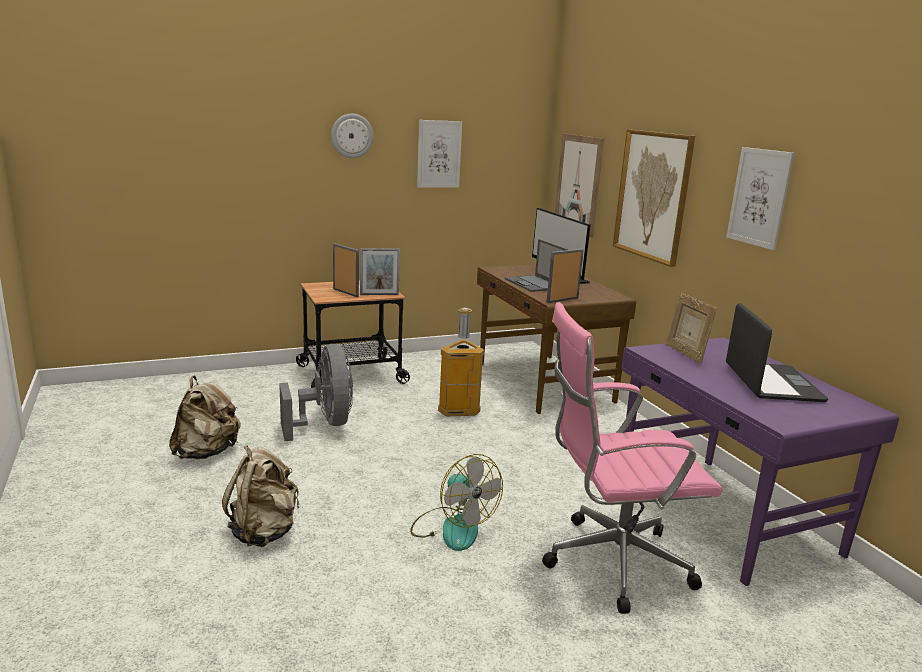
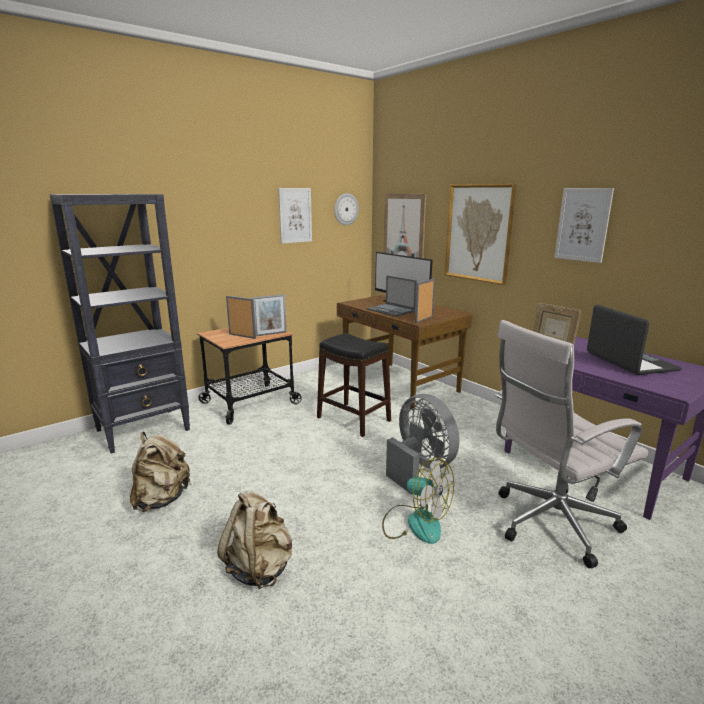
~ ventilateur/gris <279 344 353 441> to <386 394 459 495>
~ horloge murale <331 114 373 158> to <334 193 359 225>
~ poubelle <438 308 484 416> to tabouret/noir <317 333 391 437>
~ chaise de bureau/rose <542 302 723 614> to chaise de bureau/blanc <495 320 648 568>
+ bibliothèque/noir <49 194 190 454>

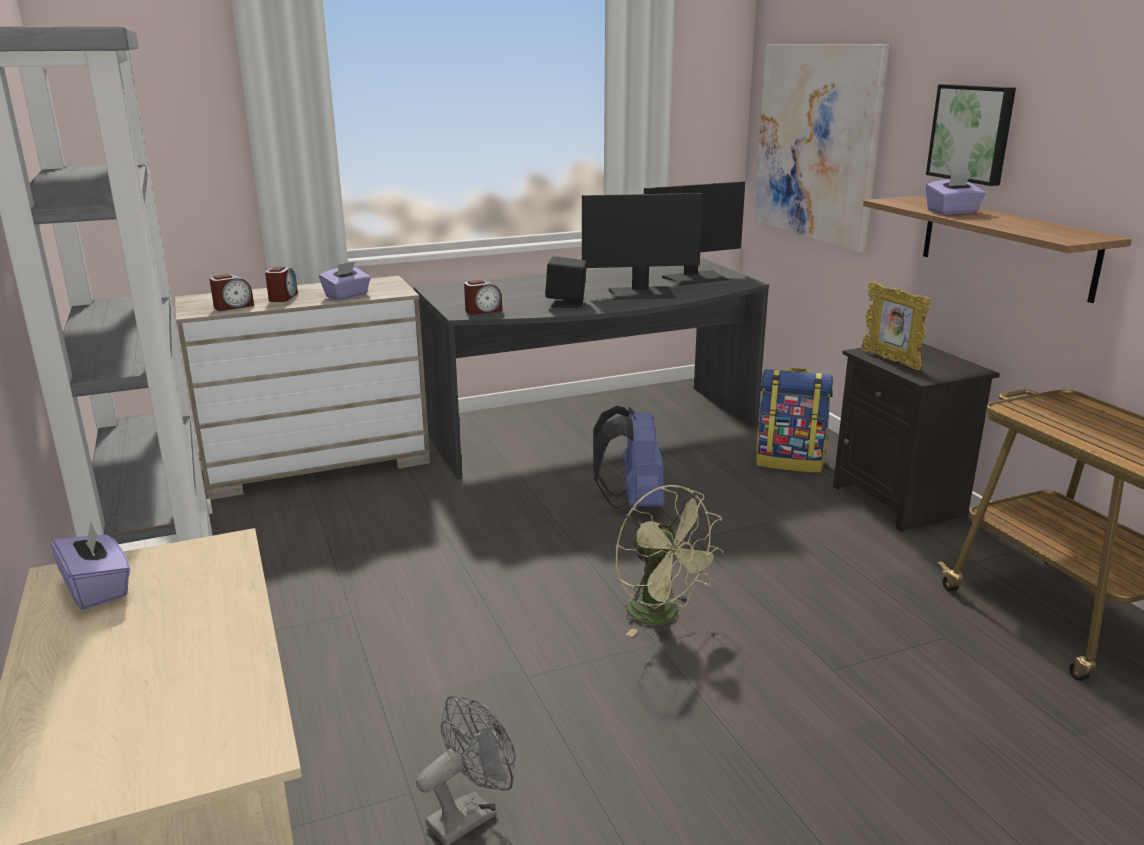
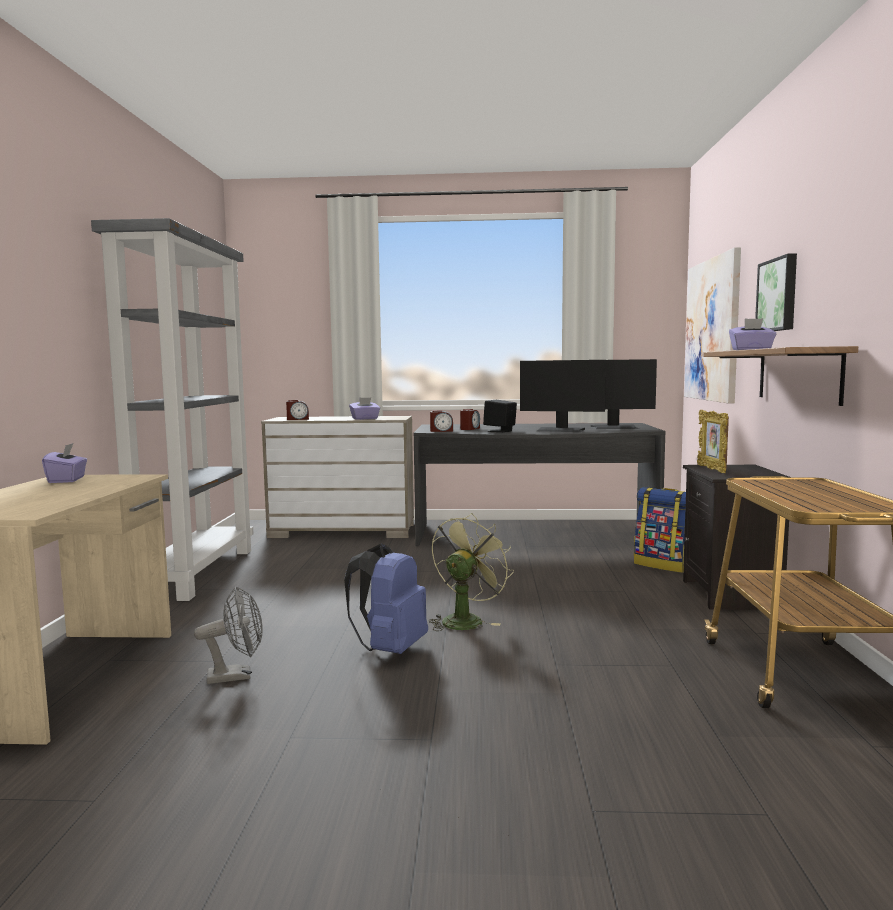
~ réveil <265 267 298 302> to <460 409 480 430>
~ sac à dos/bleu <593 406 664 509> to <344 544 428 654>
~ ventilateur/vert <616 485 724 636> = <429 513 514 631> 135 degrees counterclockwise

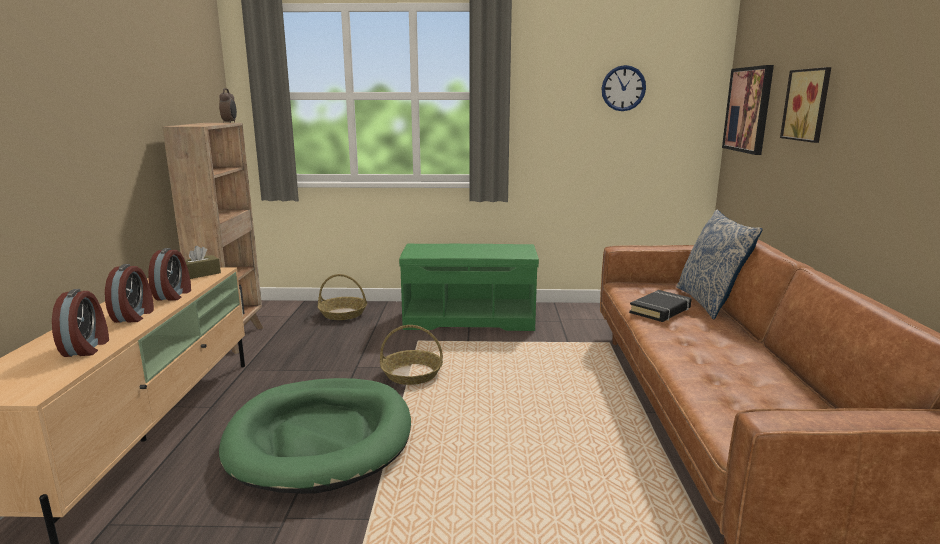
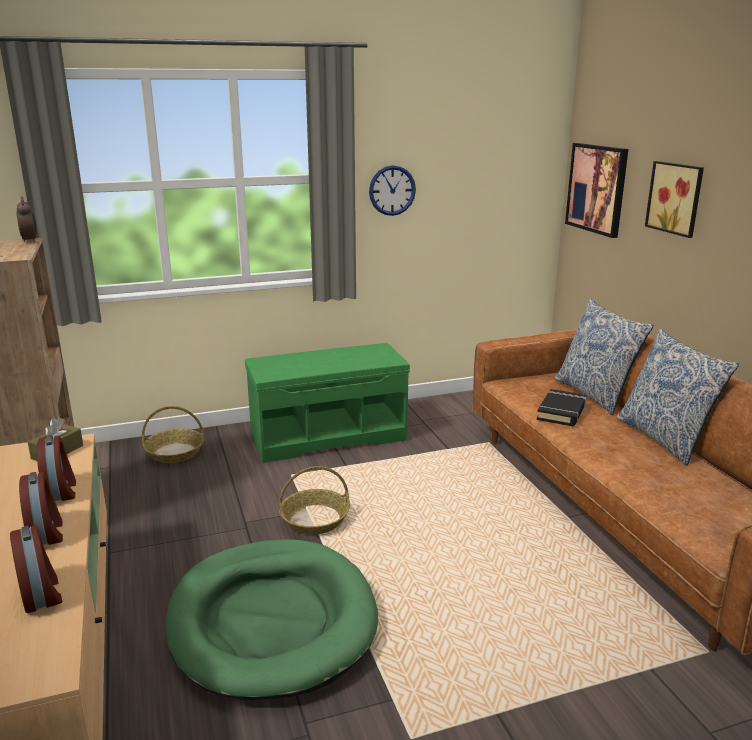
~ horloge murale <601 65 646 111> to <369 165 416 216>
+ coussin <617 329 739 466>

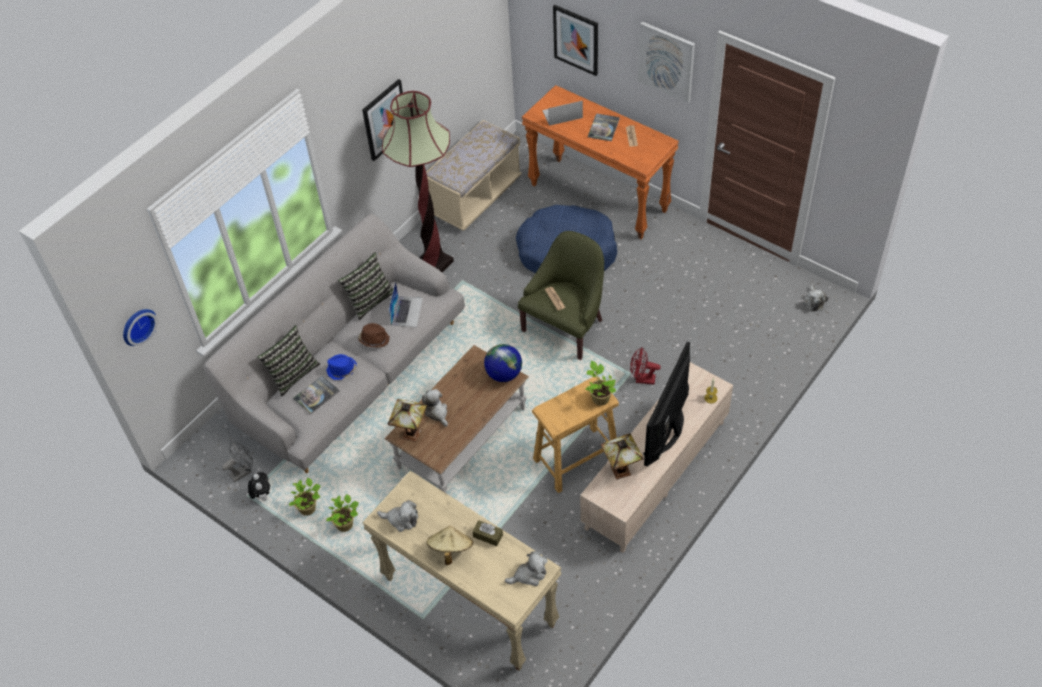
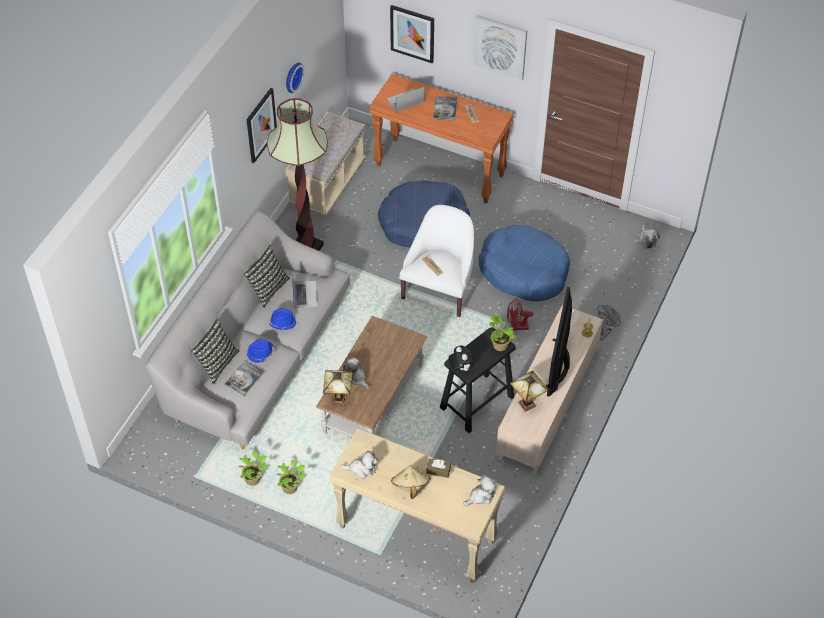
~ horloge murale <123 309 158 346> to <286 63 304 93>
~ ventilateur/gris <222 442 253 482> to <597 305 621 341>
~ peluche <248 472 270 501> to <448 345 473 371>
~ chapeau/marron <358 323 390 348> to chapeau/bleu <268 308 296 330>
- globe <484 344 522 382>
~ fauteuil/vert <518 231 604 360> to fauteuil/blanc <399 205 474 317>
~ tabouret/beige <532 376 619 493> to tabouret/noir <440 327 516 433>
+ panier pour chien/bleu <478 225 570 302>

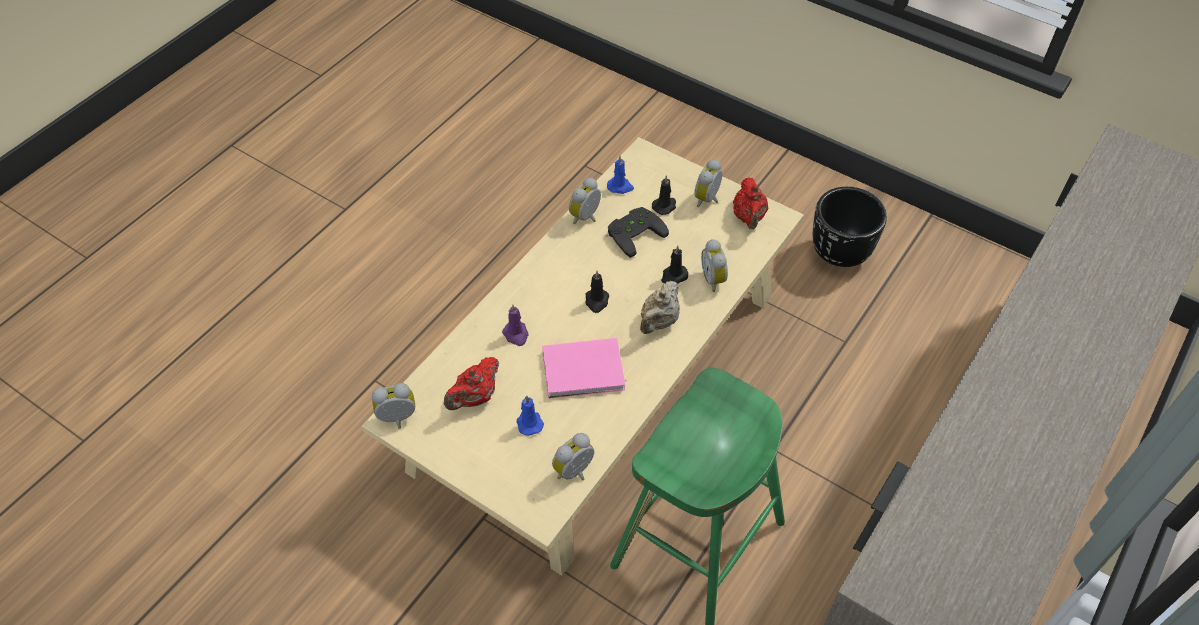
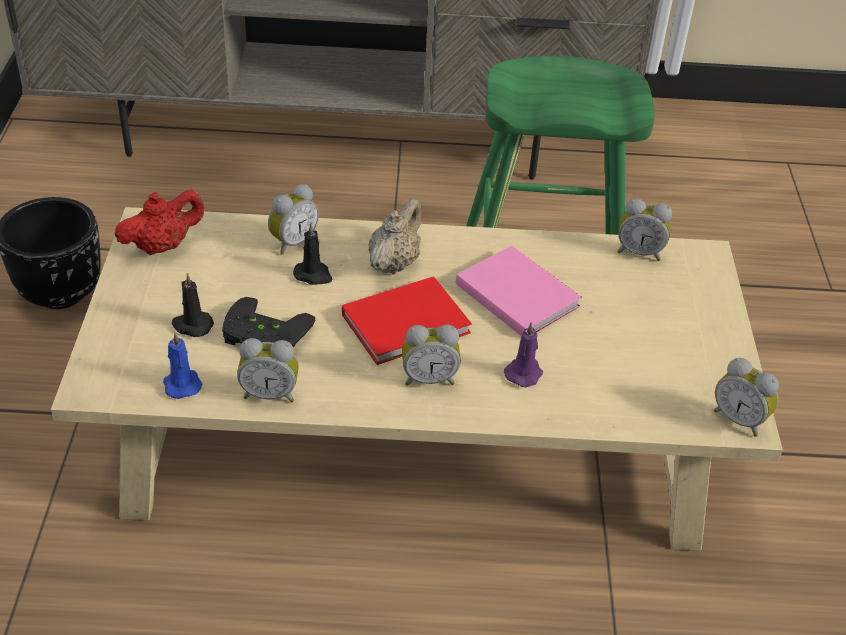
- théière/rouge <444 357 499 410>
- bougie/bleu <517 396 544 436>
~ bougie/noir <586 271 610 313> to livre/rouge <342 276 472 365>
~ théière/beige <640 281 680 334> = <369 198 422 275> 60 degrees counterclockwise
~ réveil <694 159 722 207> to <402 324 461 386>

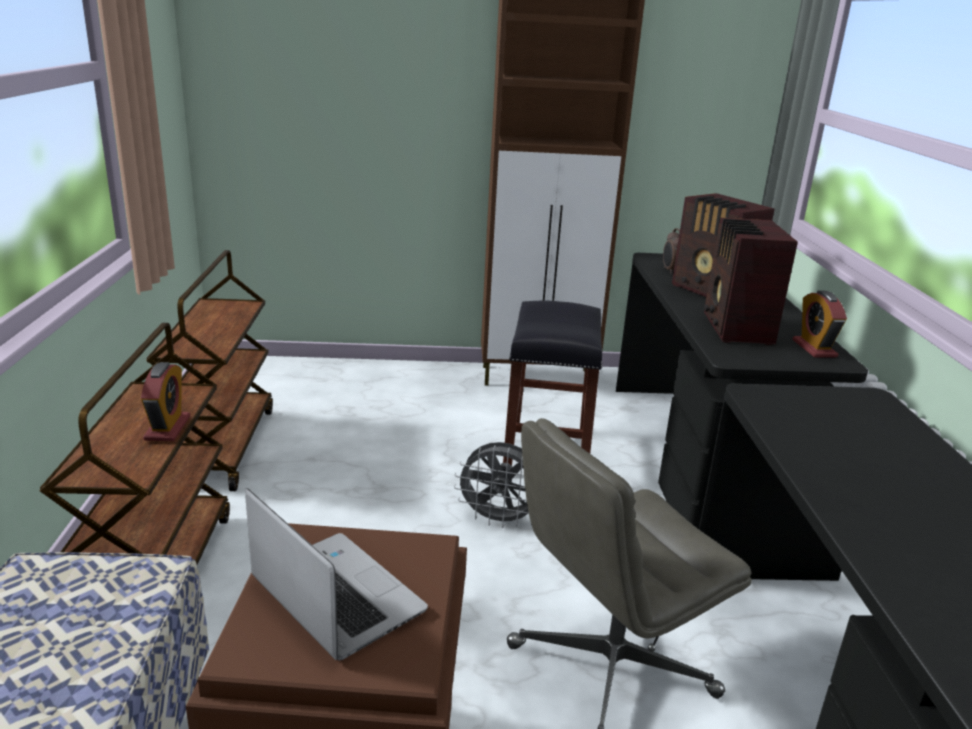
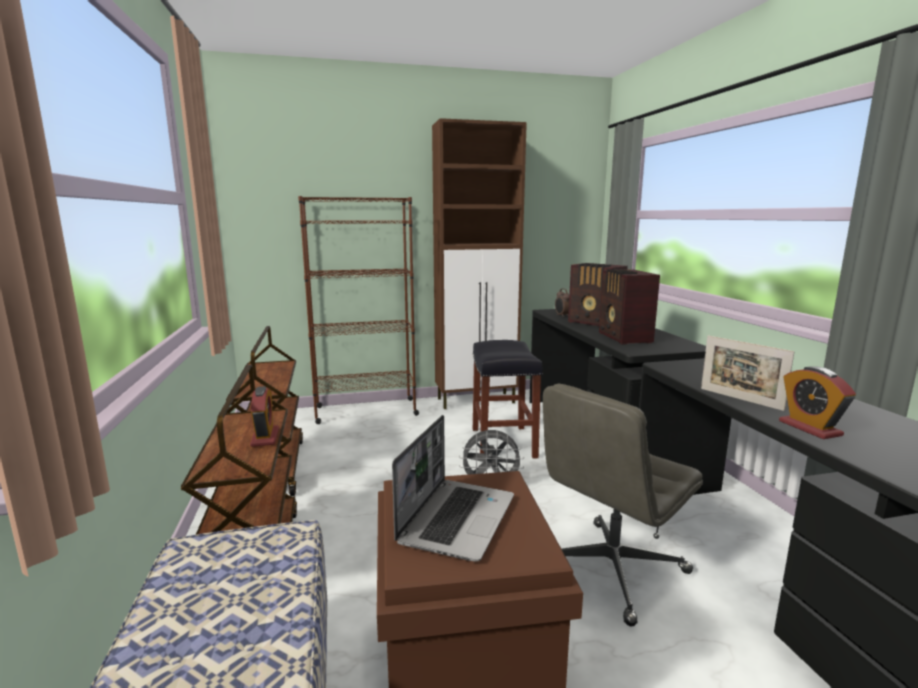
~ ordinateur portable <245 488 428 661> = <392 415 514 561> 75 degrees clockwise
~ réveil <793 291 847 358> to <779 366 856 439>
+ bibliothèque/marron <298 196 419 424>
+ cadre photo <701 335 794 411>

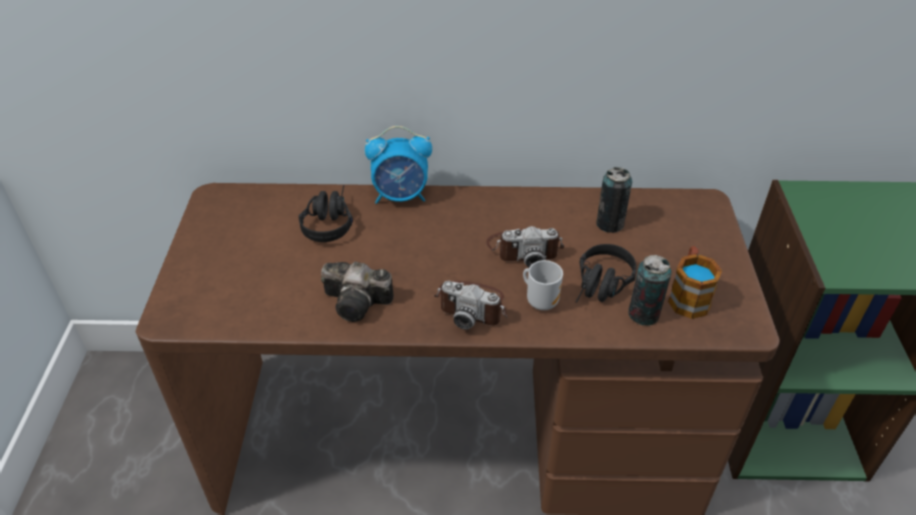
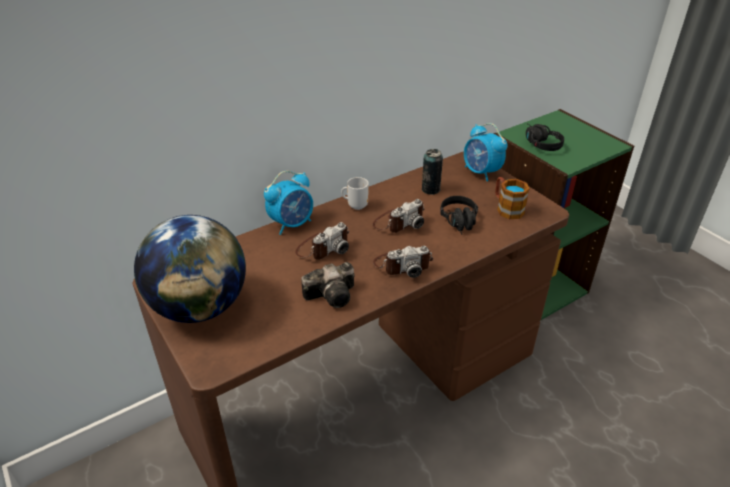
~ casque audio/noir <298 185 353 242> to <526 124 564 151>
~ mug <523 260 563 310> to <341 177 369 210>
- boîte métallique <628 255 672 326>
+ globe <134 215 246 323>
+ appareil photo <295 222 349 260>
+ réveil <464 123 507 182>

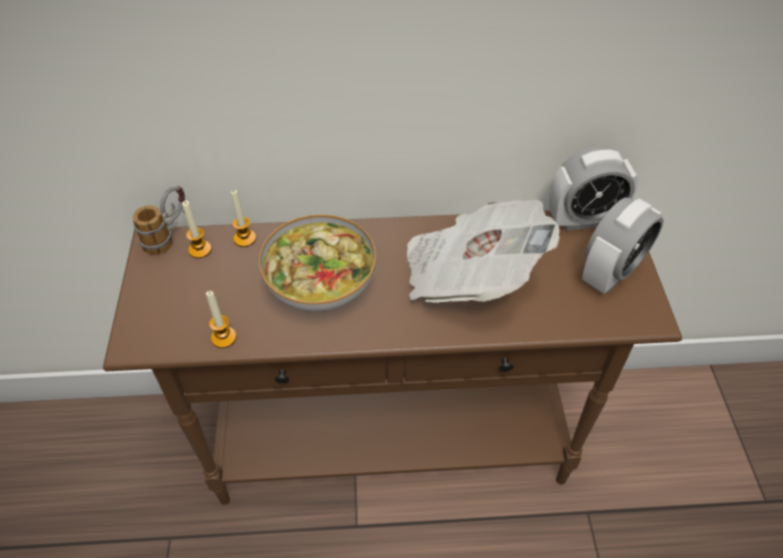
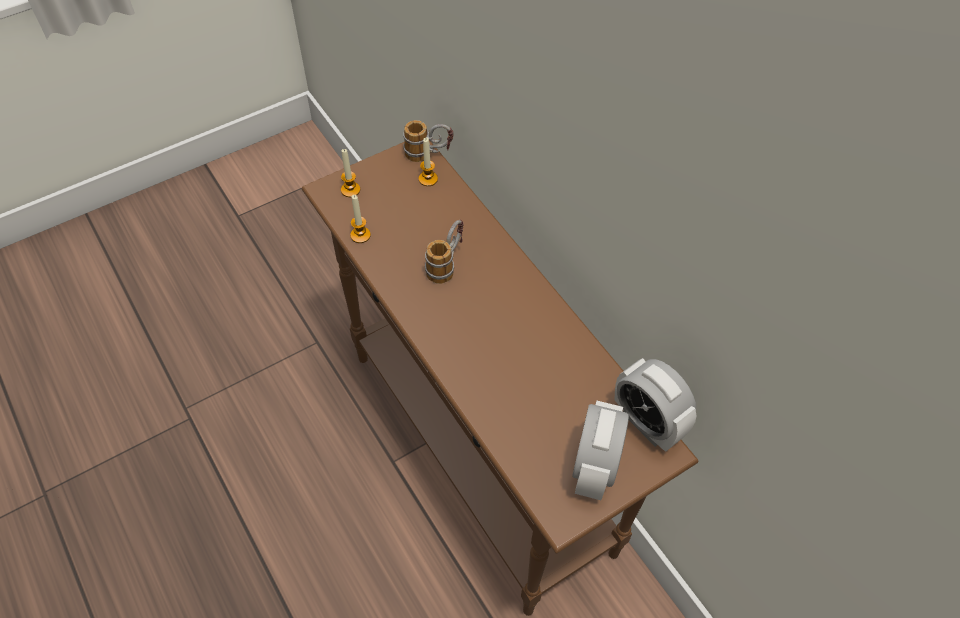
~ bougie <231 190 256 247> to <341 149 360 197>
~ bol <259 214 376 311> to mug <425 220 464 284>
- journal <407 200 560 303>
~ réveil <582 197 664 294> = <572 401 629 500> 90 degrees clockwise

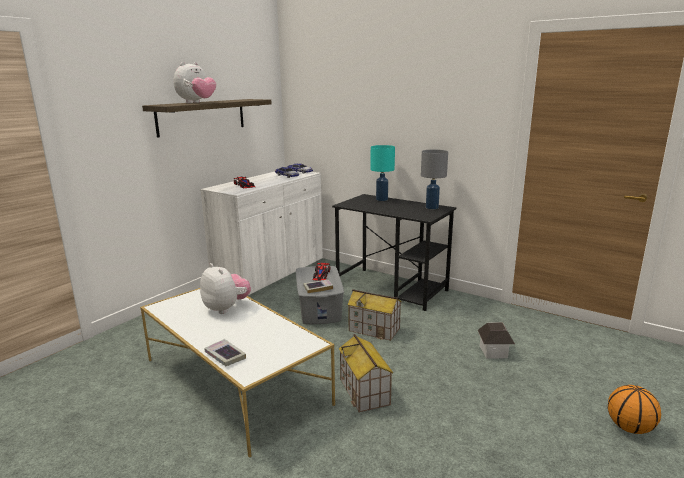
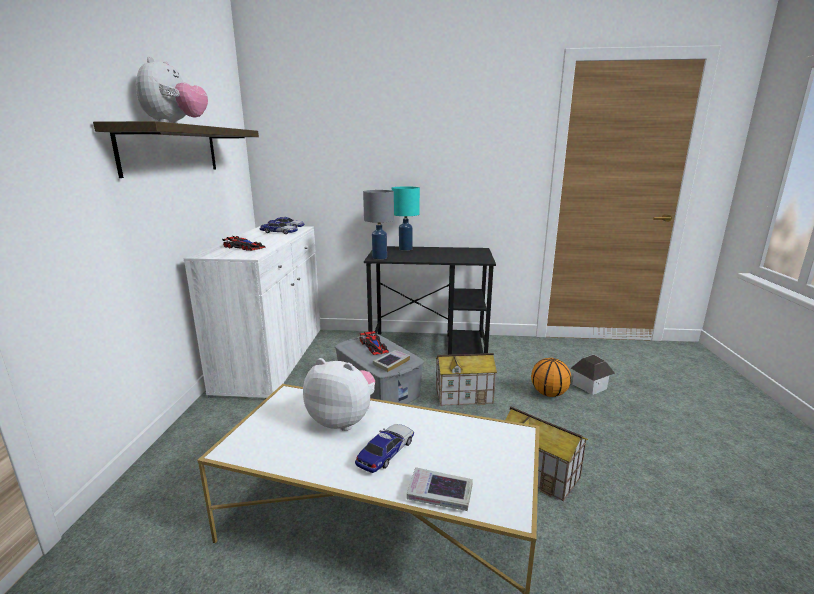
~ lampe de table/gris <421 150 448 209> to <363 190 394 259>
~ ballon de basket <608 385 661 434> to <531 358 571 397>
+ petite voiture <355 424 414 473>

